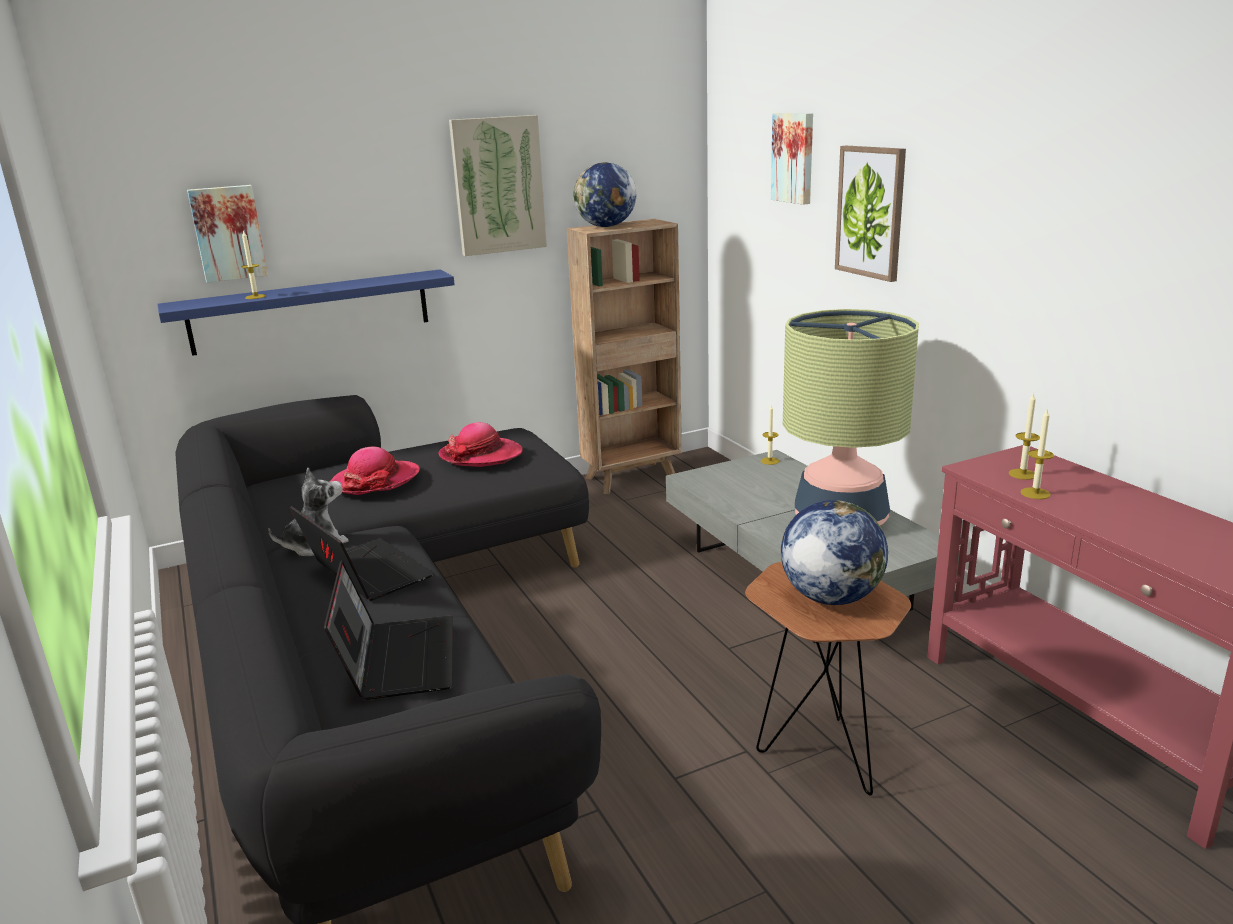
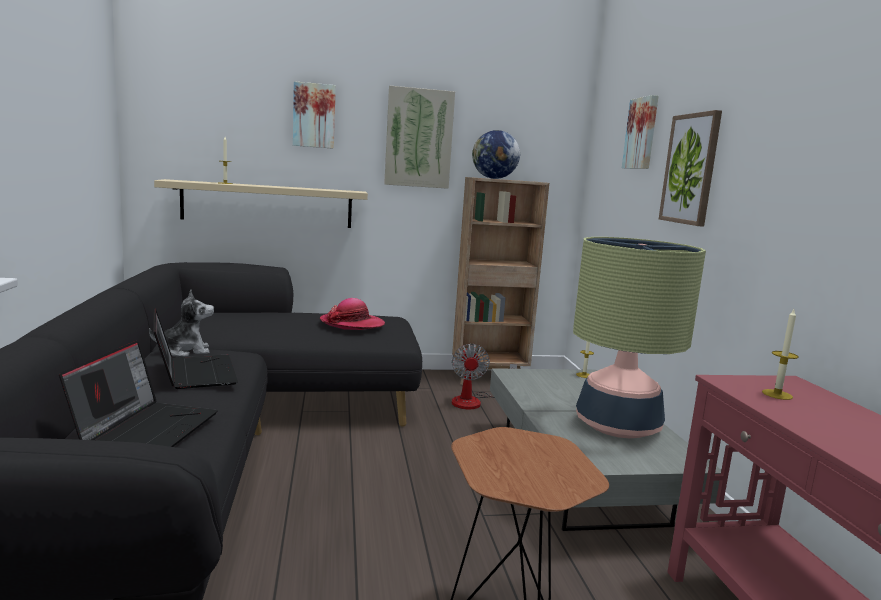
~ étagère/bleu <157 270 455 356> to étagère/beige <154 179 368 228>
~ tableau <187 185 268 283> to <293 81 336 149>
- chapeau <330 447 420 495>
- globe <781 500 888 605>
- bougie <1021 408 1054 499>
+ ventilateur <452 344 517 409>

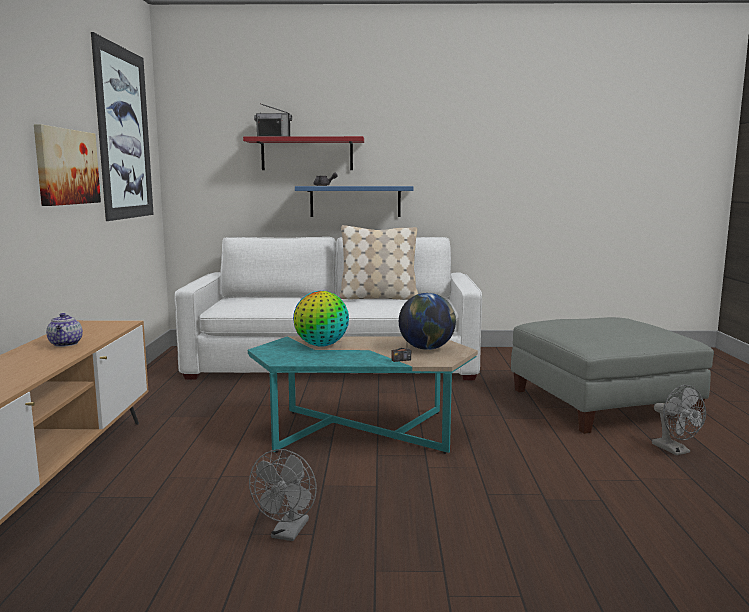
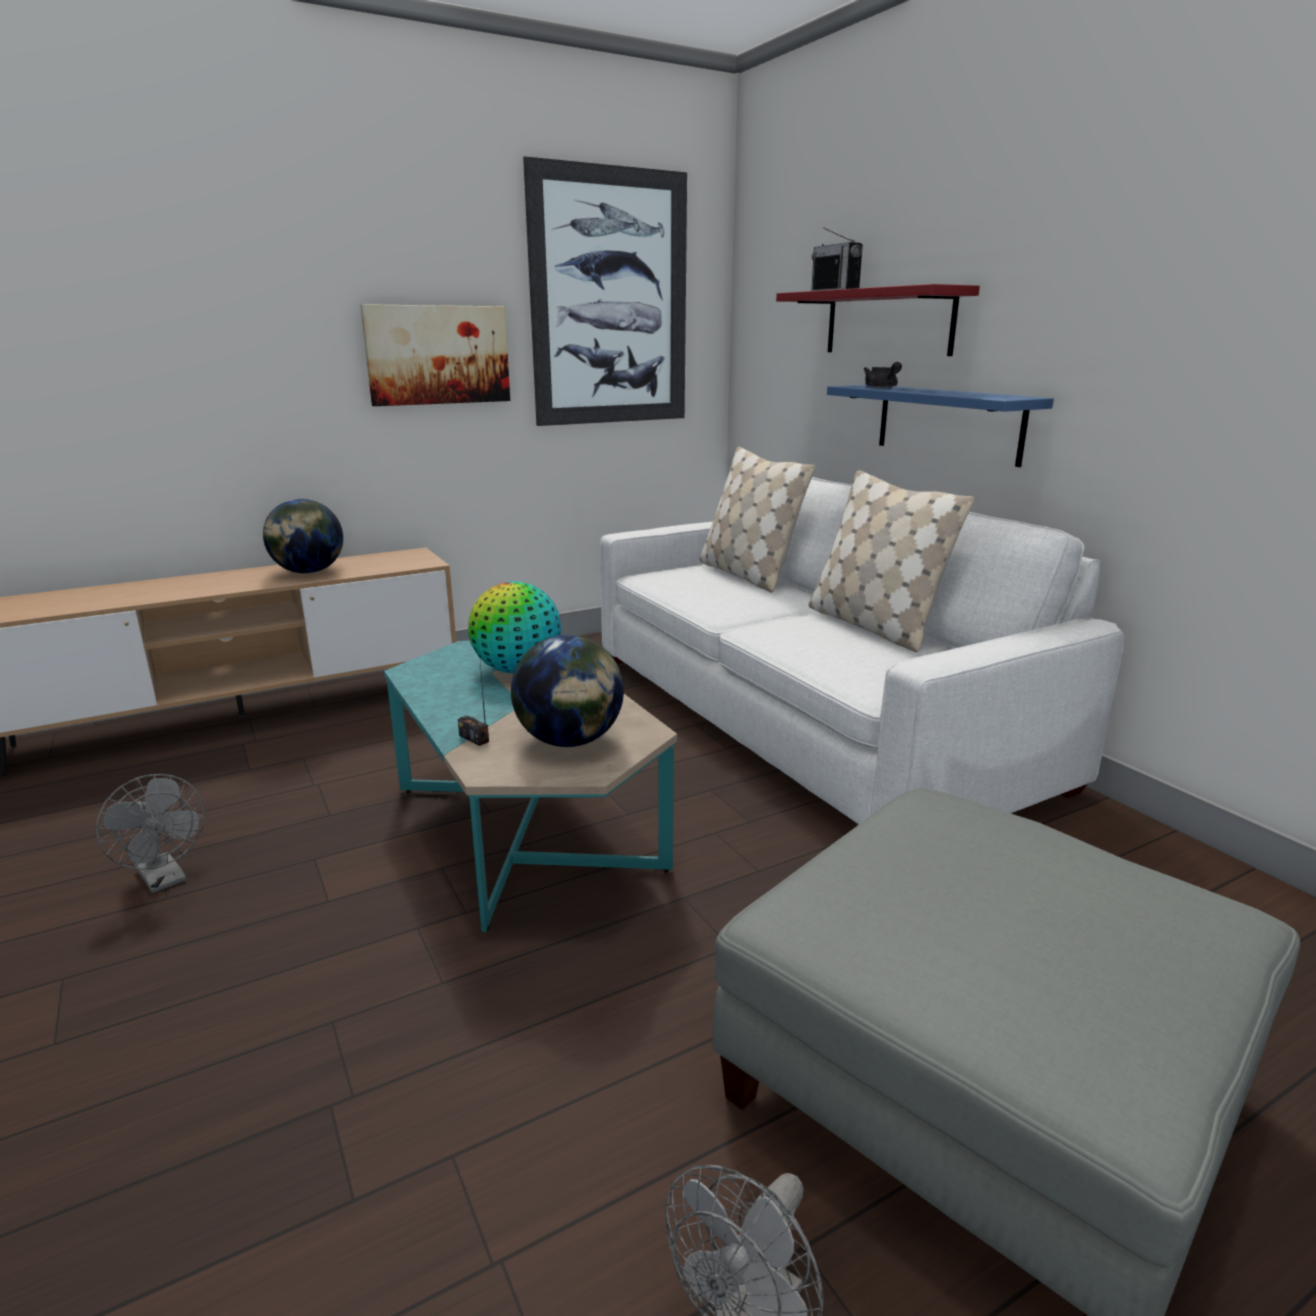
~ théière <46 313 83 347> to globe <263 499 343 574>
~ ventilateur/gris <249 449 317 541> = <96 774 205 893> 120 degrees counterclockwise
+ coussin/beige <700 447 815 593>

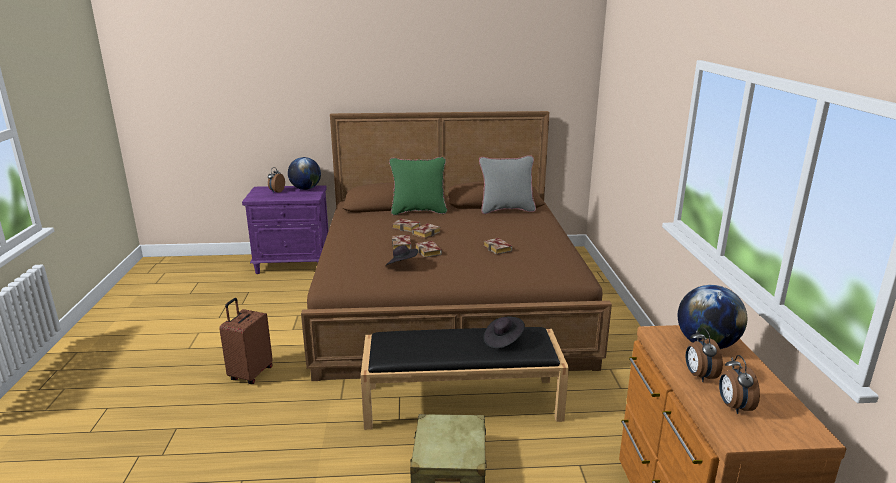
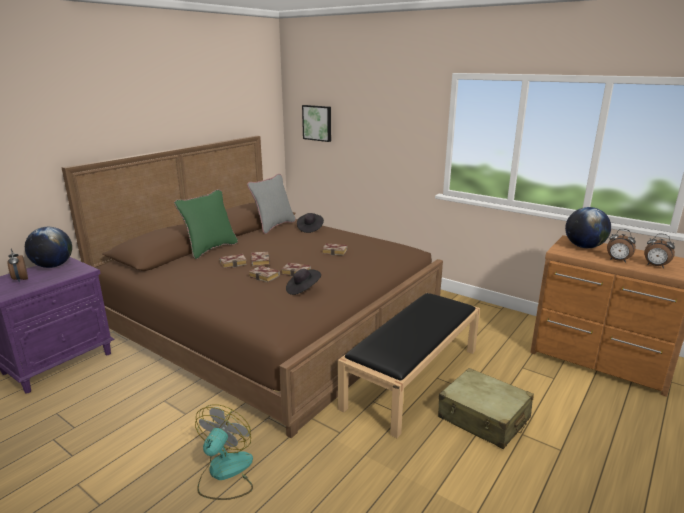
~ valise/marron <219 298 273 384> to ventilateur <195 404 253 500>
~ chapeau/noir <483 317 525 348> to <297 213 324 233>
+ tableau <302 105 331 142>

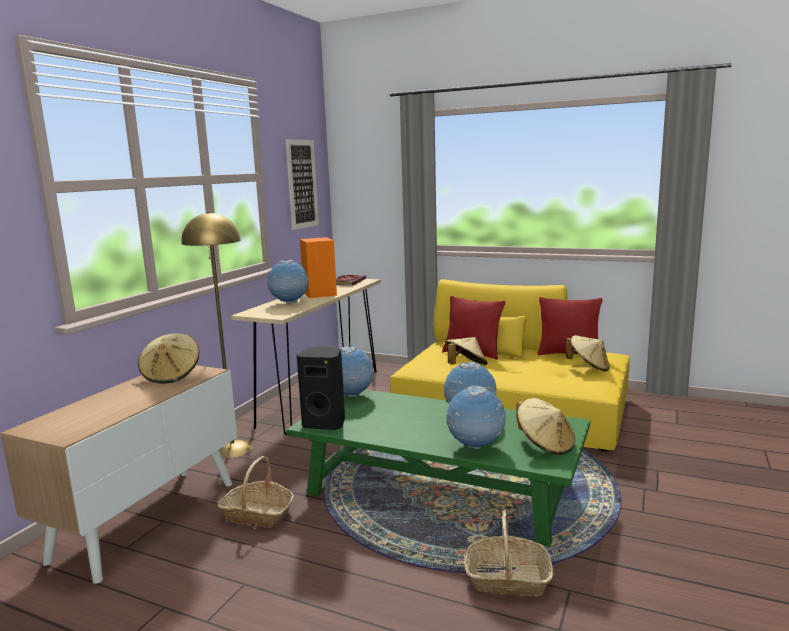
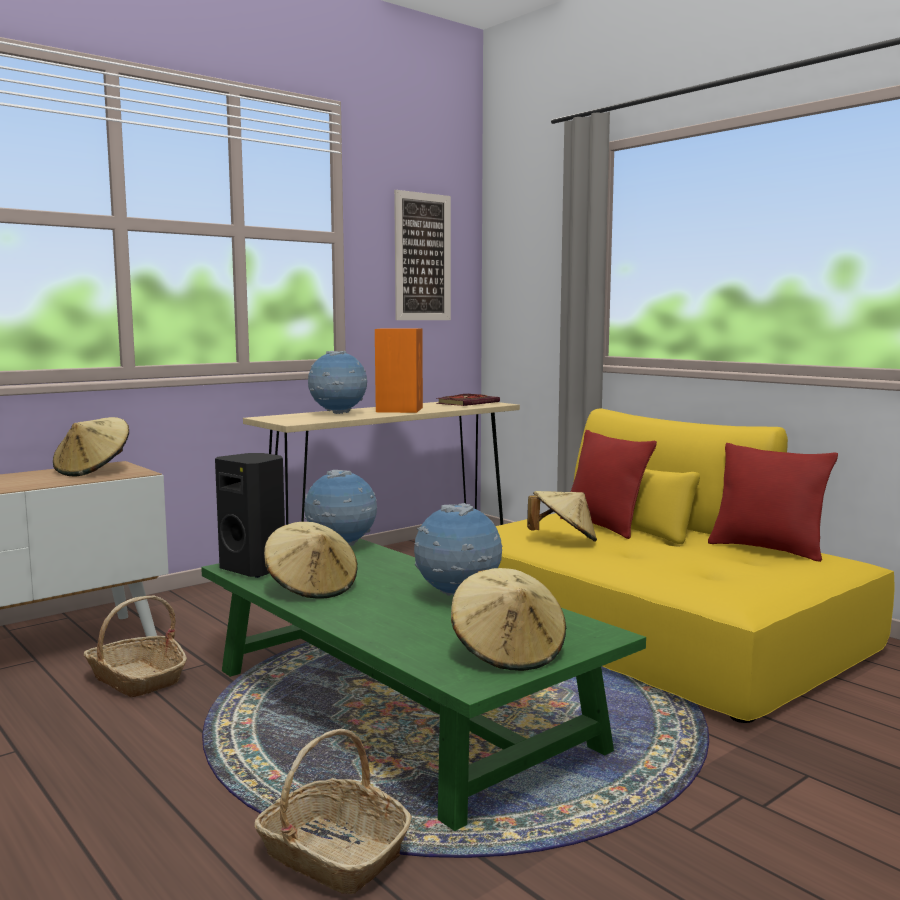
- lampadaire/jaune <181 211 253 458>
- globe <446 385 506 449>
~ chapeau/beige <566 335 610 371> to <264 522 358 599>

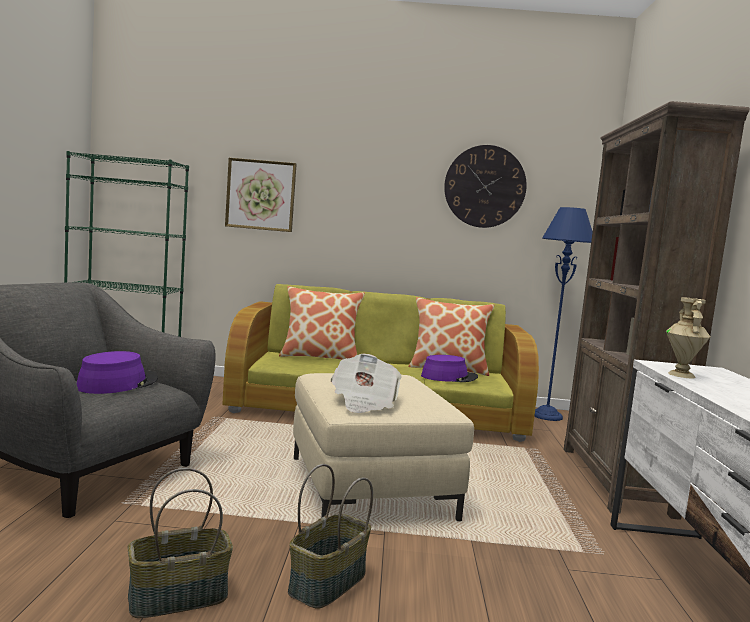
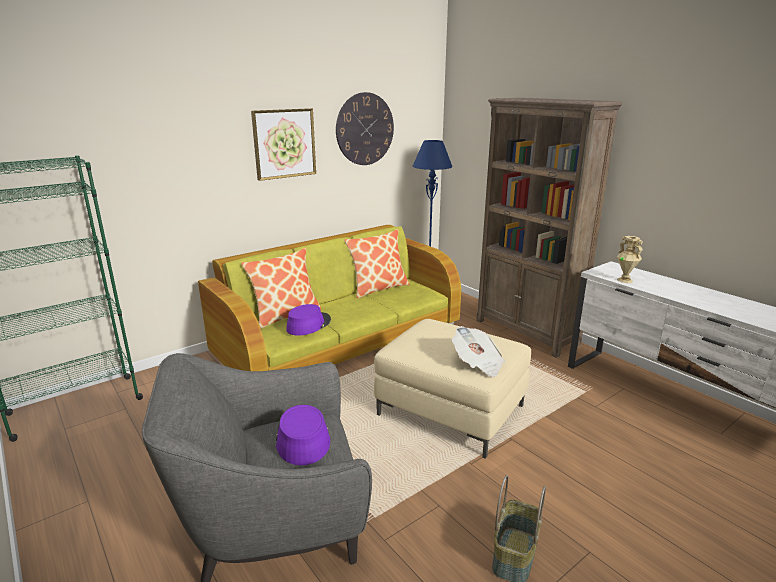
~ tableau <225 158 297 232> to <251 108 316 181>
- panier <288 464 373 609>
~ chapeau/violet <421 355 478 382> to <286 304 331 335>

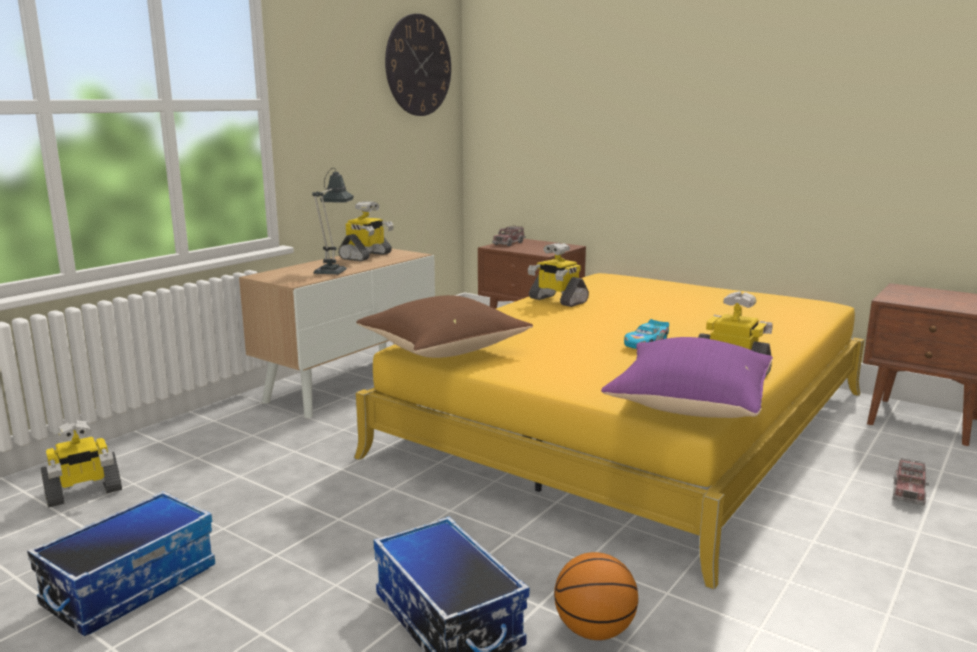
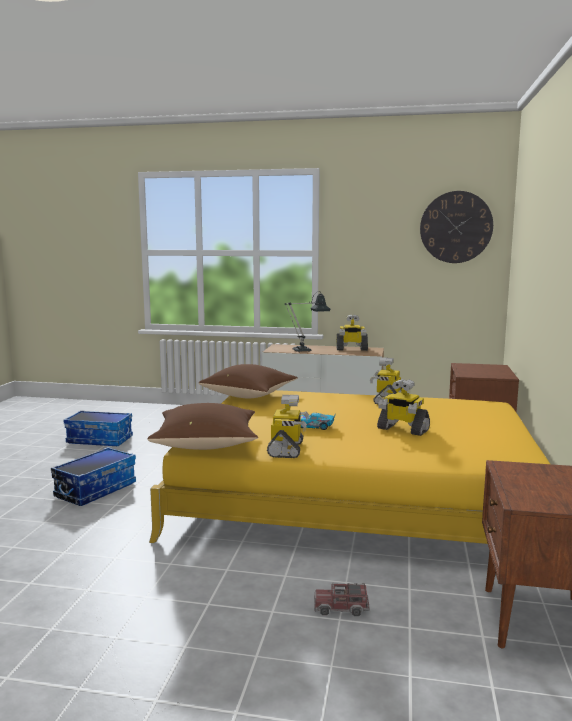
~ robot jouet <41 420 122 508> to <377 379 430 436>
- camion jouet <492 226 526 246>
- ballon de basket <554 552 638 640>
~ coussin/violet <601 337 773 418> to coussin/marron <147 403 258 450>

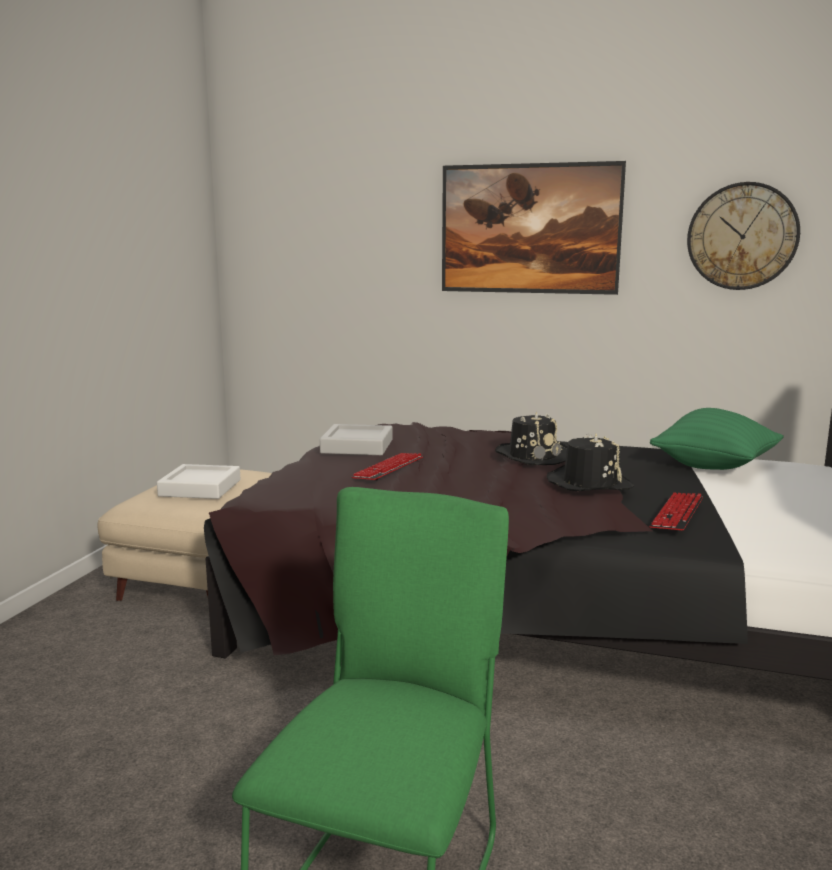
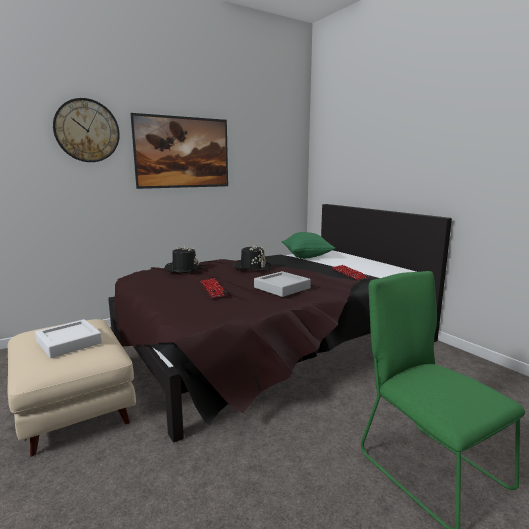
~ plateau/gris <320 424 393 455> to <254 271 311 297>
~ chapeau/noir <546 434 634 491> to <164 246 205 273>
~ horloge murale <687 182 800 290> to <53 98 120 162>

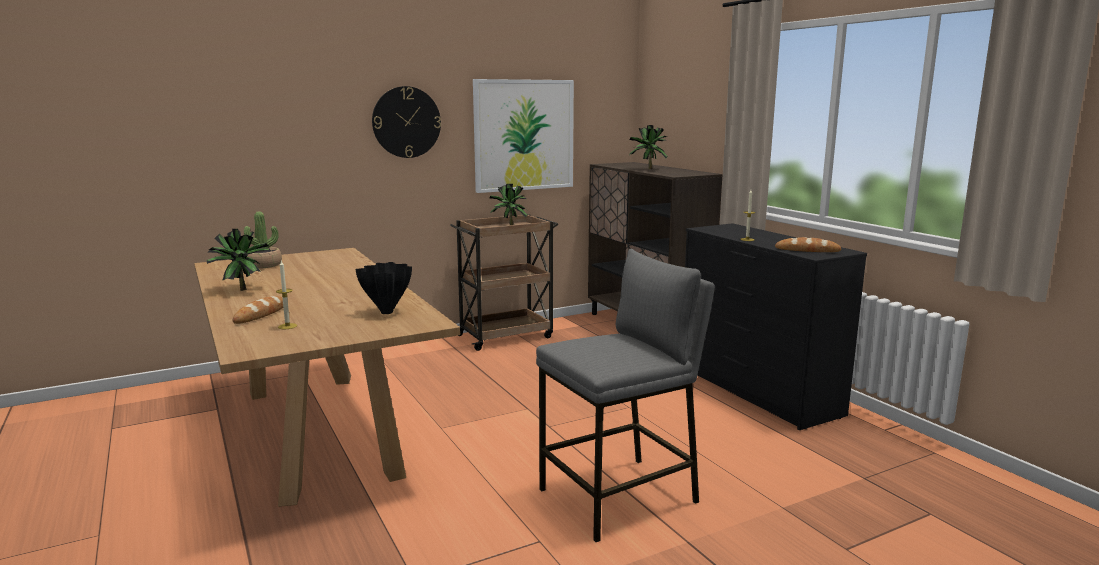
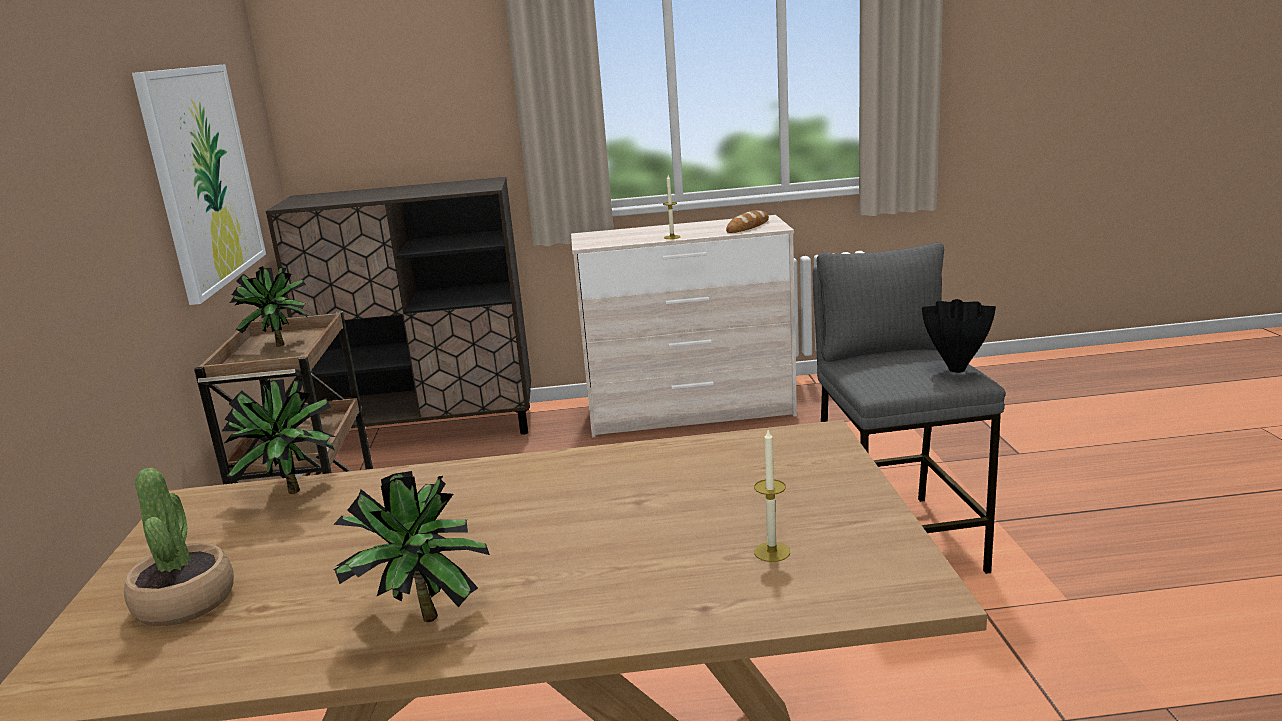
- pain <233 296 283 324>
~ vase/noir <355 262 412 314> to <922 299 996 373>
- horloge murale <372 86 441 158>
~ plante en pot <630 125 668 169> to <221 379 336 494>
~ commode/noir <685 223 867 430> to commode/beige <571 215 797 437>

